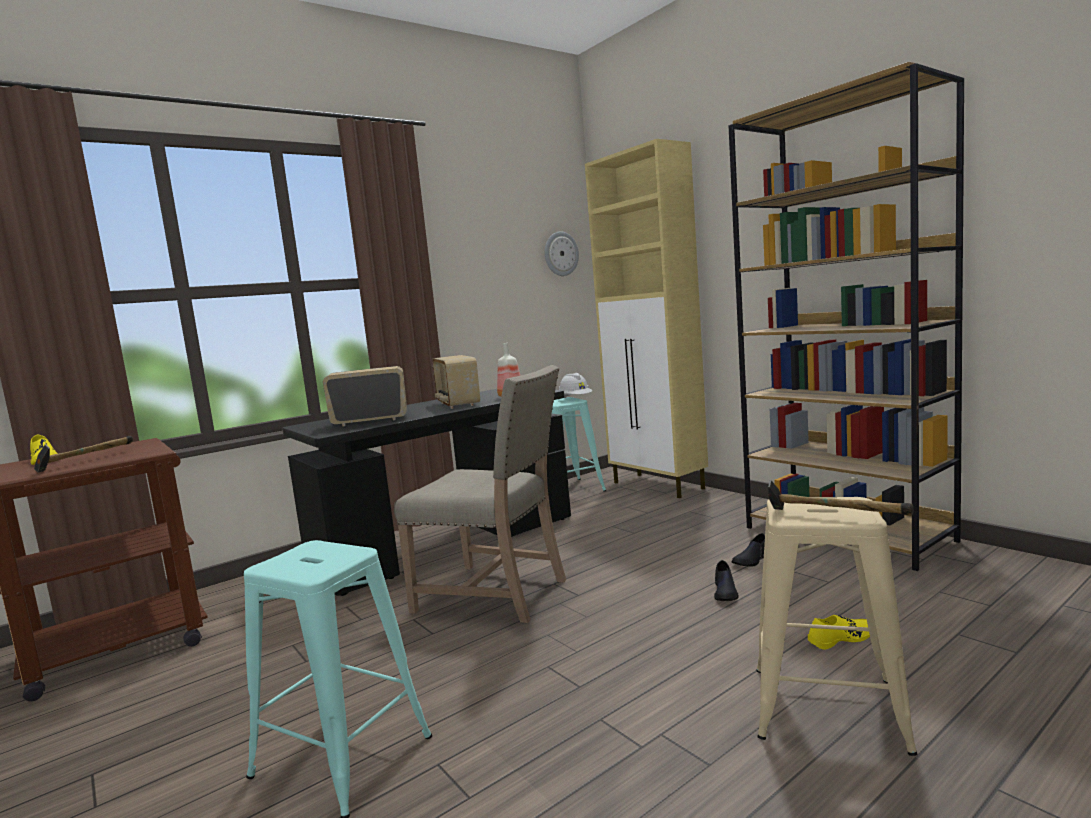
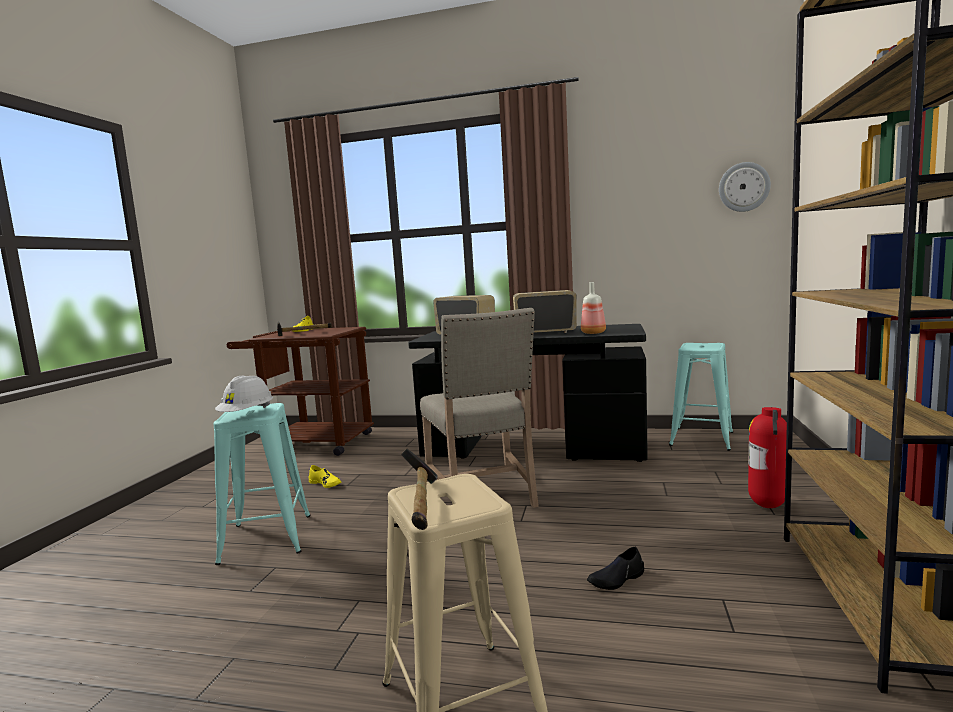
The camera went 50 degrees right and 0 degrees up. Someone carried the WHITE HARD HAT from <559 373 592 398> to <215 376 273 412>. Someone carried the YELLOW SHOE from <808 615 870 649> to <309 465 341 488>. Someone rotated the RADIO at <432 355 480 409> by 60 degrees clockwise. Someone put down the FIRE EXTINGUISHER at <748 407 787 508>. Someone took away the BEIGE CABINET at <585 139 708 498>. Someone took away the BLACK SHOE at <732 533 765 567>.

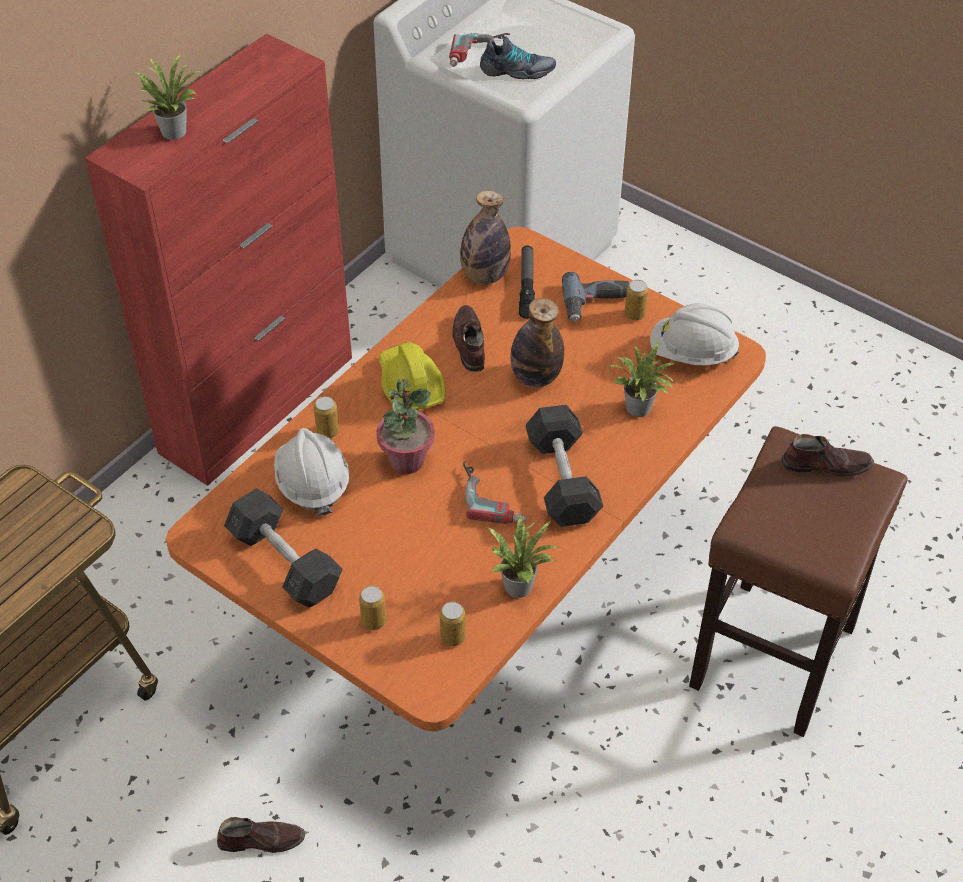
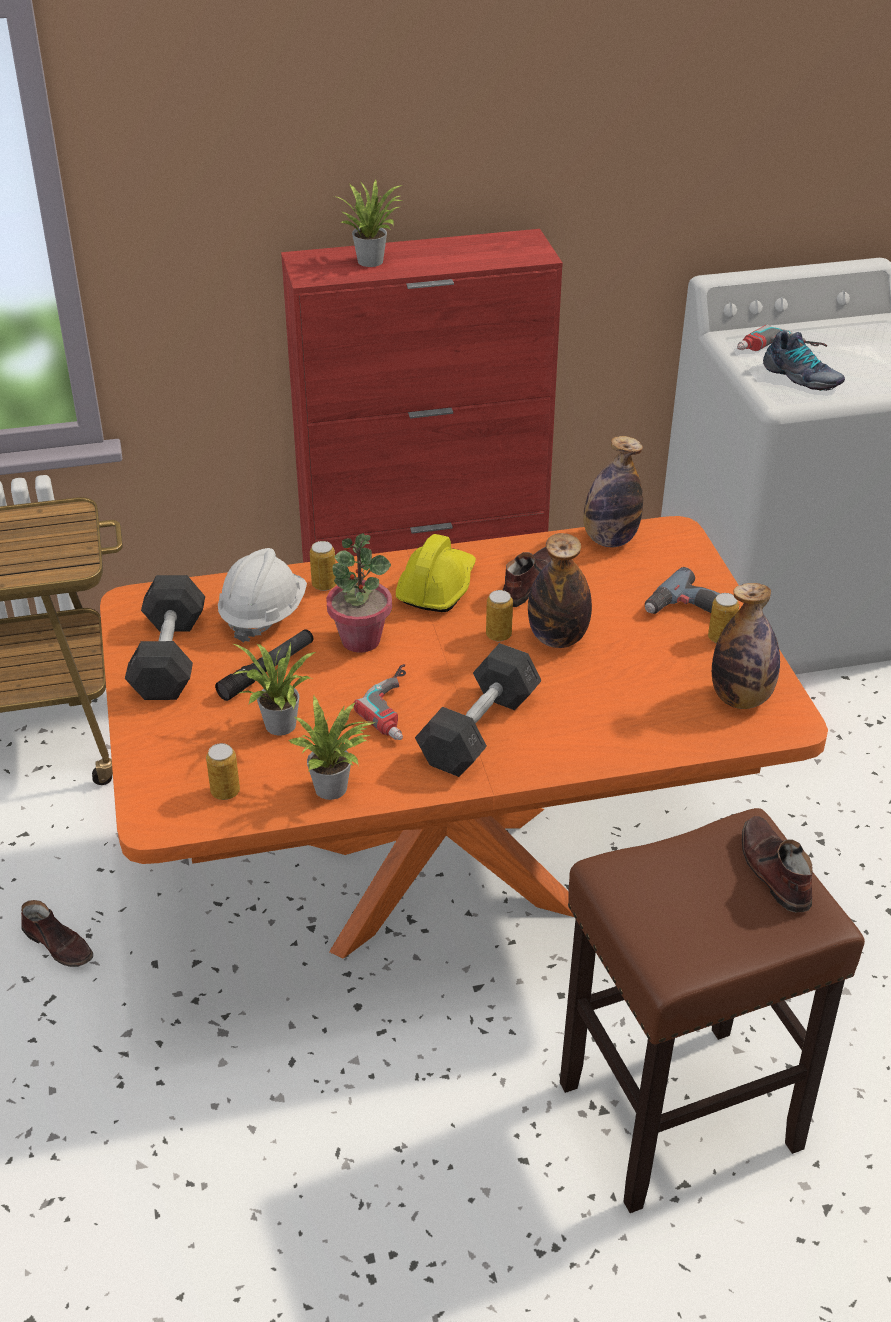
The camera went 40 degrees right and 10 degrees down. Someone carried the FLASHLIGHT from <519 245 535 319> to <215 629 314 701>. Someone carried the POTTED PLANT from <608 341 676 417> to <233 643 315 735>. Someone carried the CAN from <359 586 386 630> to <486 590 513 641>. Someone swapped the WHITE HARD HAT at <650 303 739 365> for the BOTTLE at <712 583 780 709>. Someone rotated the BROWN SHOE at <781 434 874 476> by 150 degrees counterclockwise.

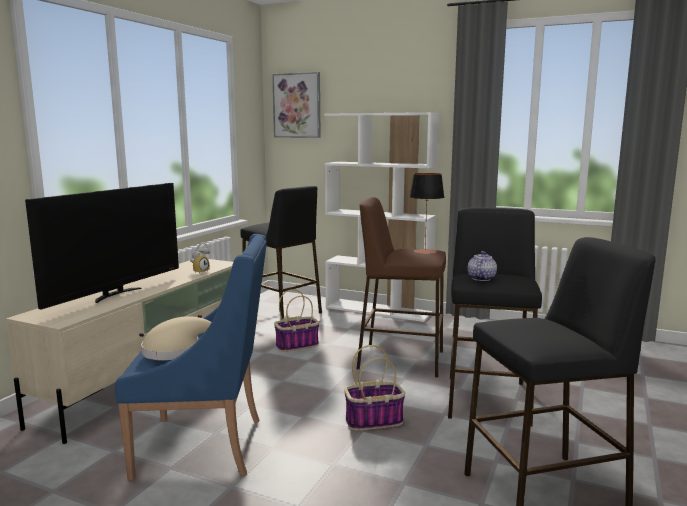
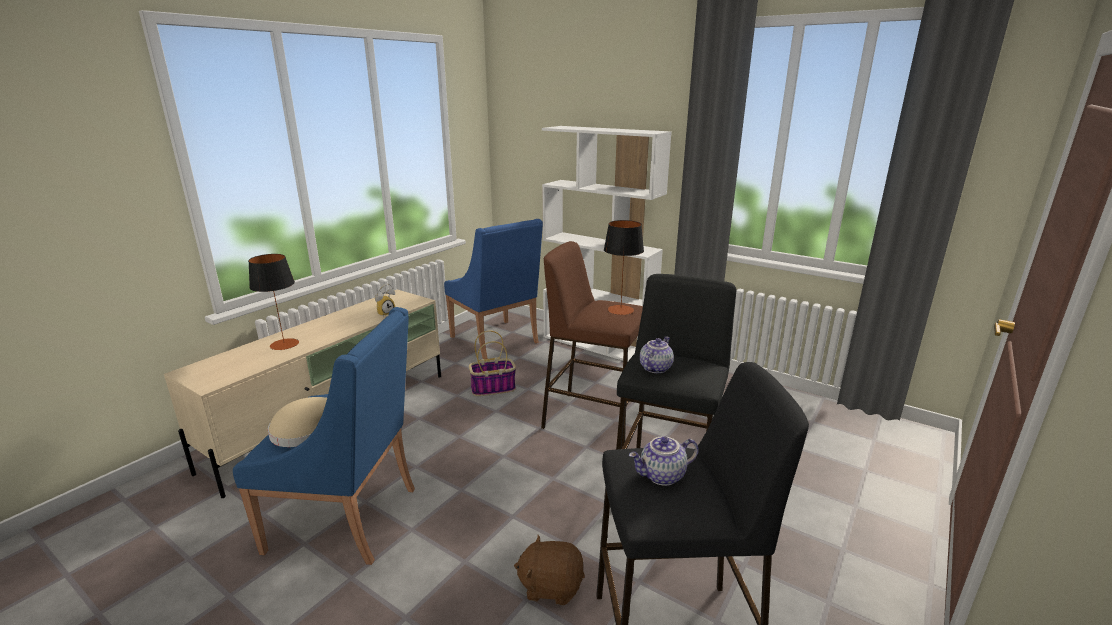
The camera went 10 degrees right and 10 degrees up. Someone swapped the TELEVISION at <25 183 179 309> for the TABLE LAMP at <248 254 299 350>. Someone swapped the BLACK STOOL at <241 186 322 319> for the BLUE ARMCHAIR at <444 219 543 359>. Someone put down the BROWN PLUSH TOY at <514 535 585 606>. Someone put down the TEAPOT at <629 436 698 486>. Someone took away the PICTURE at <272 72 321 138>. Someone took away the BASKET at <344 345 405 431>.

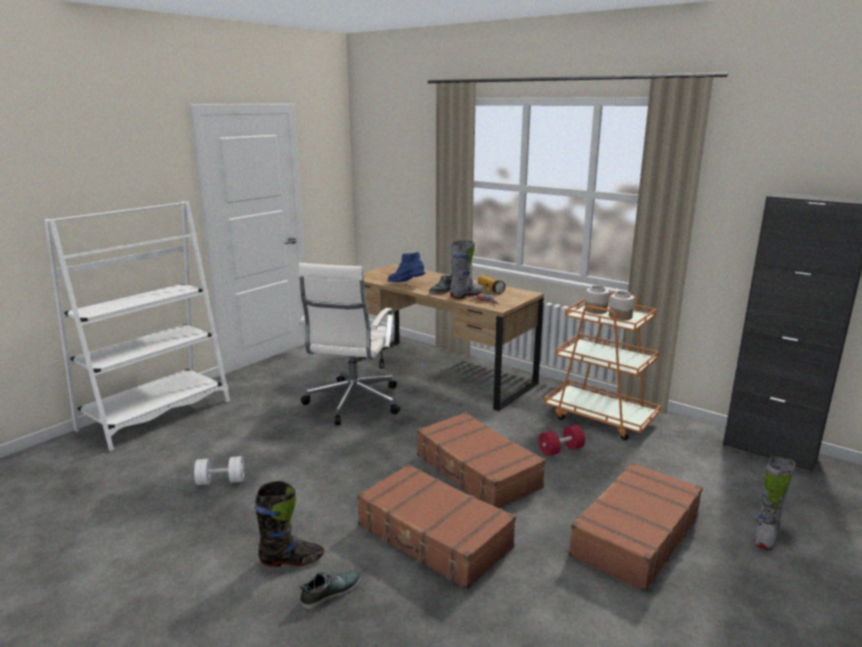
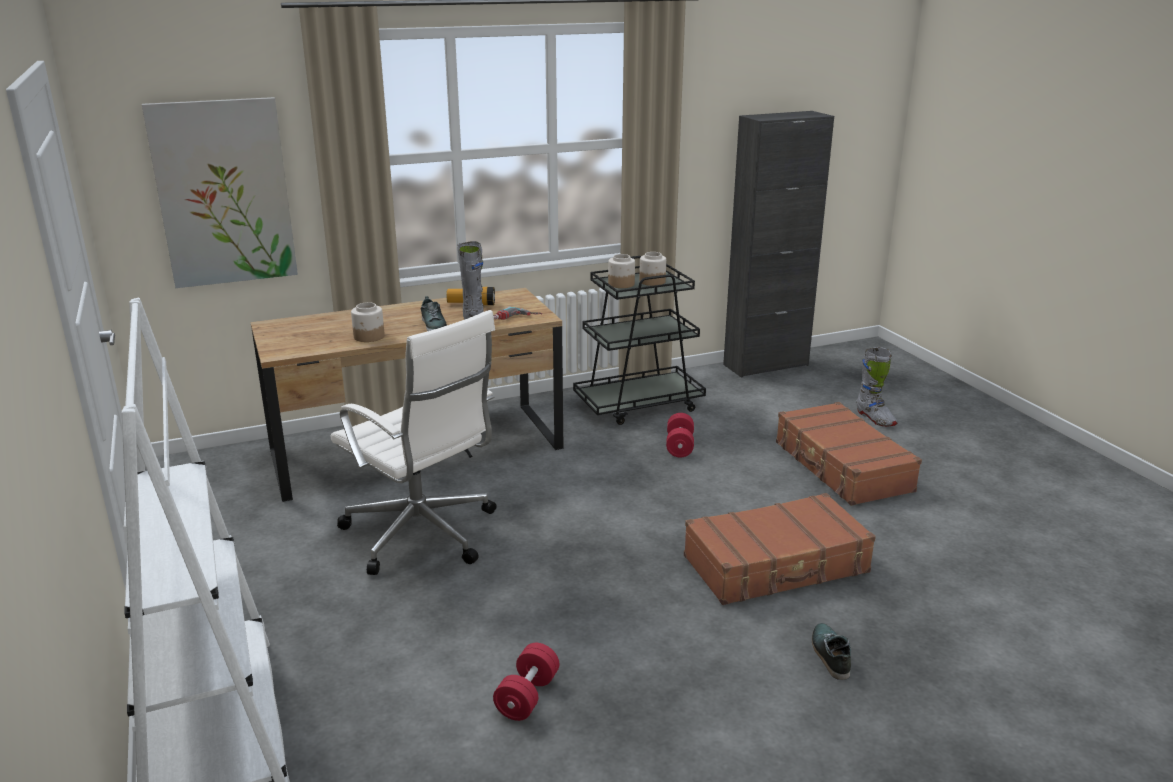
The camera went 60 degrees left and 5 degrees up. Someone put up the PICTURE at <142 97 298 288>. Someone swapped the BLUE BOOT at <387 252 425 282> for the JAR at <351 302 385 342>. Someone repainted the WHITE DUMBBELL at <194 456 245 485>, which became the RED DUMBBELL at <493 643 559 721>. Someone repainted the ORANGE CART at <544 292 661 440>, which became the BLACK CART at <573 256 706 425>. Someone took away the BLACK BOOT at <255 481 324 567>. Someone took away the BROWN SUITCASE at <417 412 546 509>.

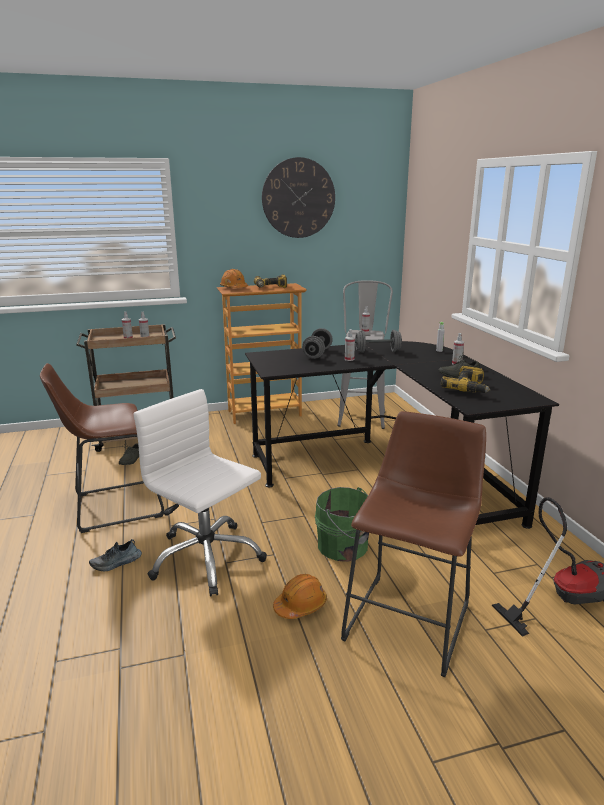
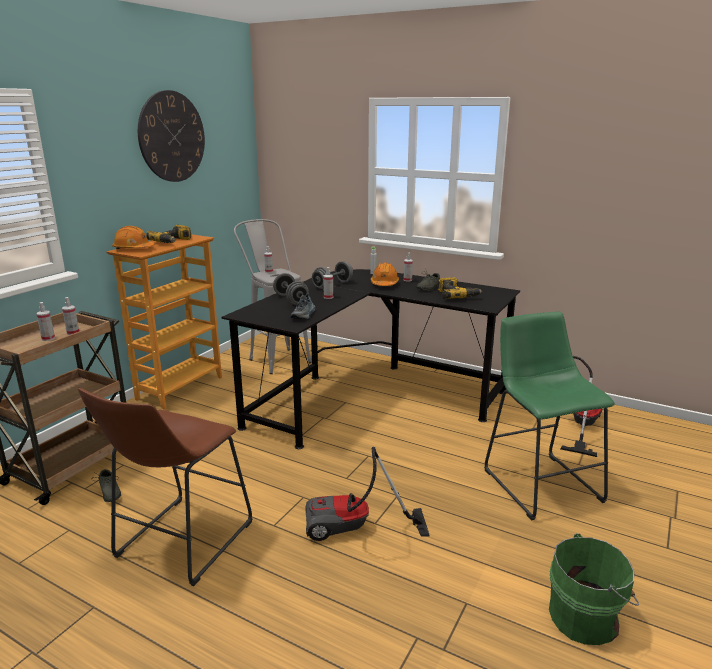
The camera went 45 degrees left and 0 degrees up. Someone carried the SHOE from <89 539 142 571> to <290 293 316 319>. Someone swapped the WHITE OFFICE CHAIR at <133 389 267 596> for the VACUUM CLEANER at <305 447 430 541>. Someone carried the ORANGE HARD HAT from <273 574 327 619> to <371 262 399 286>. Someone repainted the BROWN STOOL at <341 411 486 677>, which became the GREEN STOOL at <484 312 615 521>. Someone carried the GREEN BUCKET from <315 487 369 562> to <549 533 639 645>.

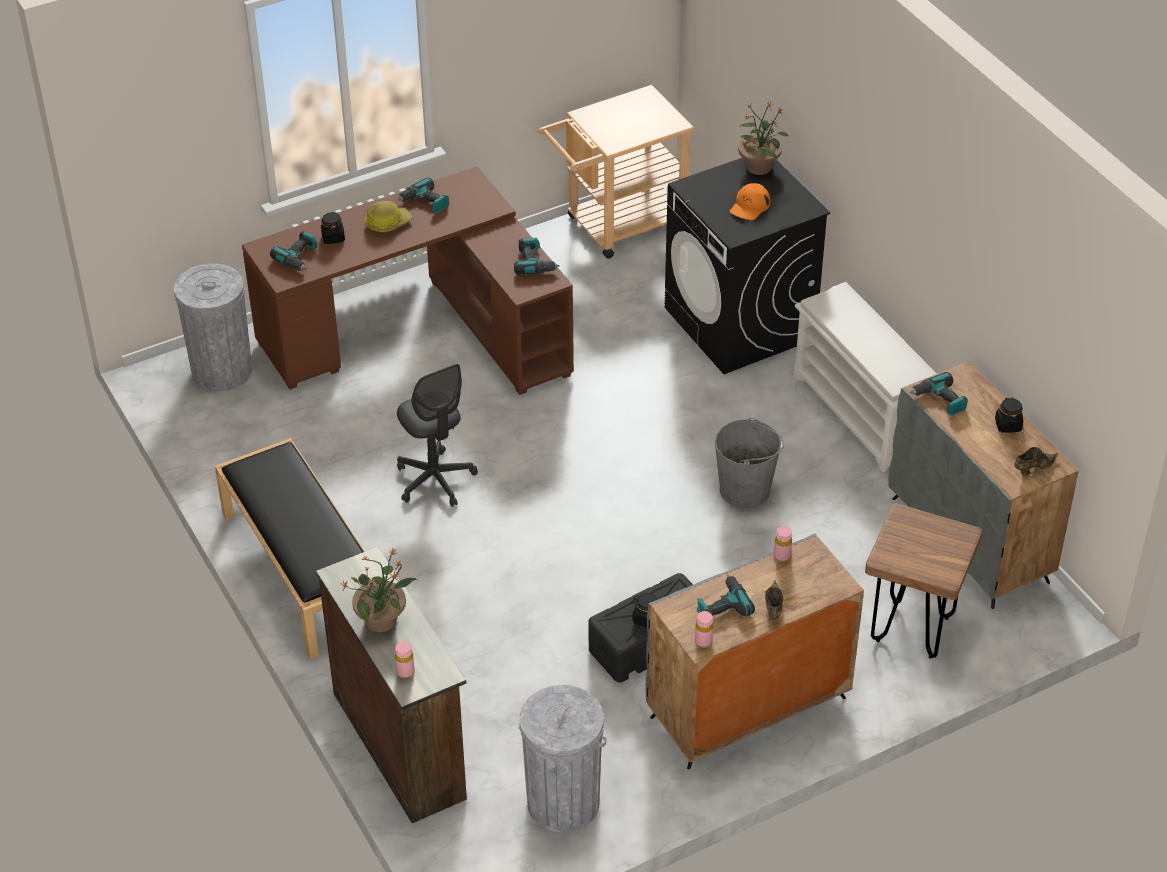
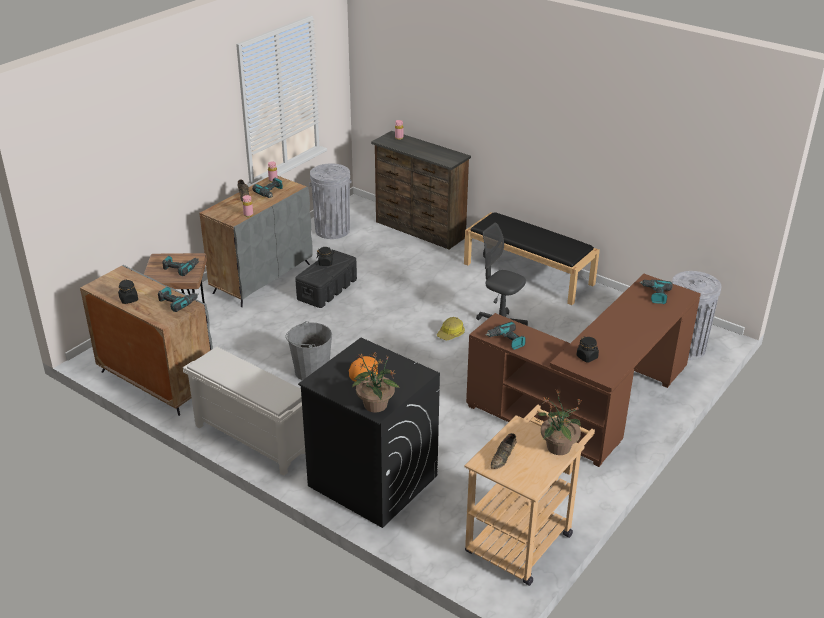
The camera went 155 degrees right and 10 degrees down. Someone carried the POWER DRILL from <397 177 449 214> to <162 256 199 276>. Someone carried the HARD HAT from <365 201 412 232> to <437 317 465 340>. Someone carried the BROWN SHOE from <1014 447 1058 475> to <491 433 516 469>. Someone carried the POTTED PLANT from <340 548 417 632> to <537 390 582 455>. Someone carried the BLACK JAR from <321 212 345 244> to <577 336 599 363>.

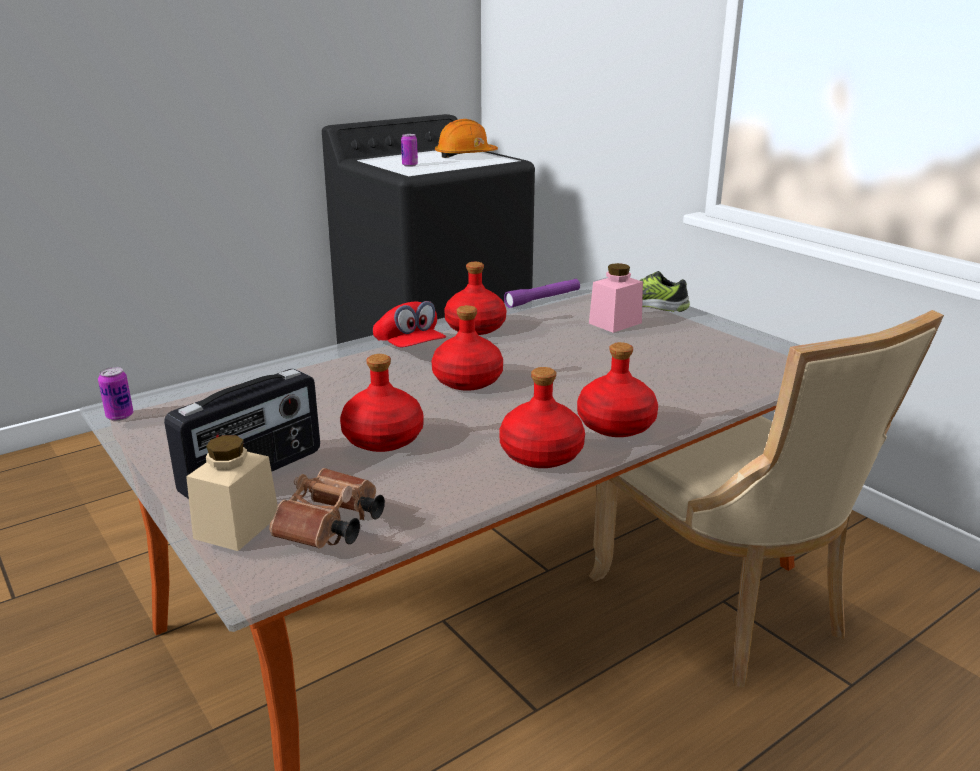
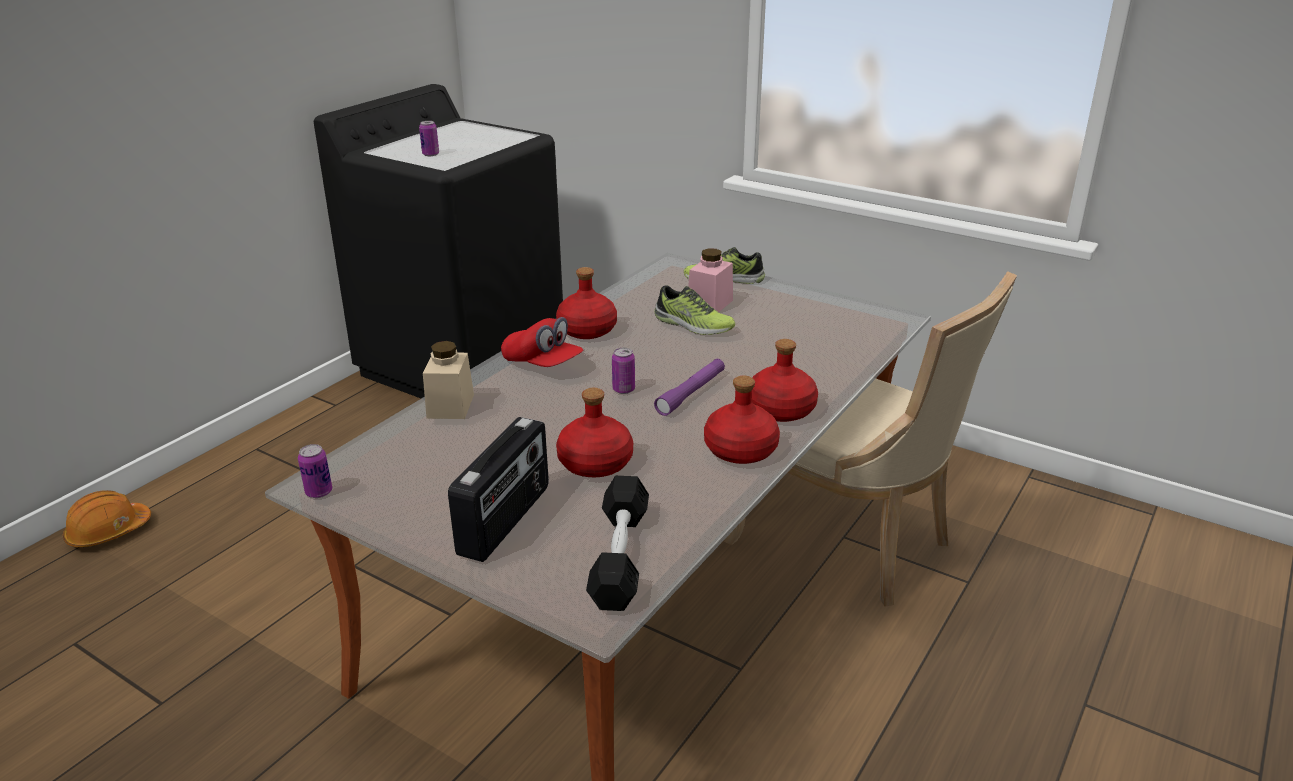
The camera went 20 degrees left and 5 degrees up. Someone carried the ORANGE HARD HAT from <435 119 498 158> to <63 490 151 548>. Someone carried the BEIGE JAR from <186 435 278 551> to <423 341 474 419>. Someone swapped the BROWN BINOCULARS at <269 468 385 548> for the BLACK DUMBBELL at <586 476 649 611>. Someone swapped the RED BOTTLE at <431 305 503 391> for the CAN at <612 348 635 394>. Someone put down the SHOE at <654 286 735 335>. Someone carried the PURPLE FLASHLIGHT from <504 279 580 308> to <654 359 725 416>.

